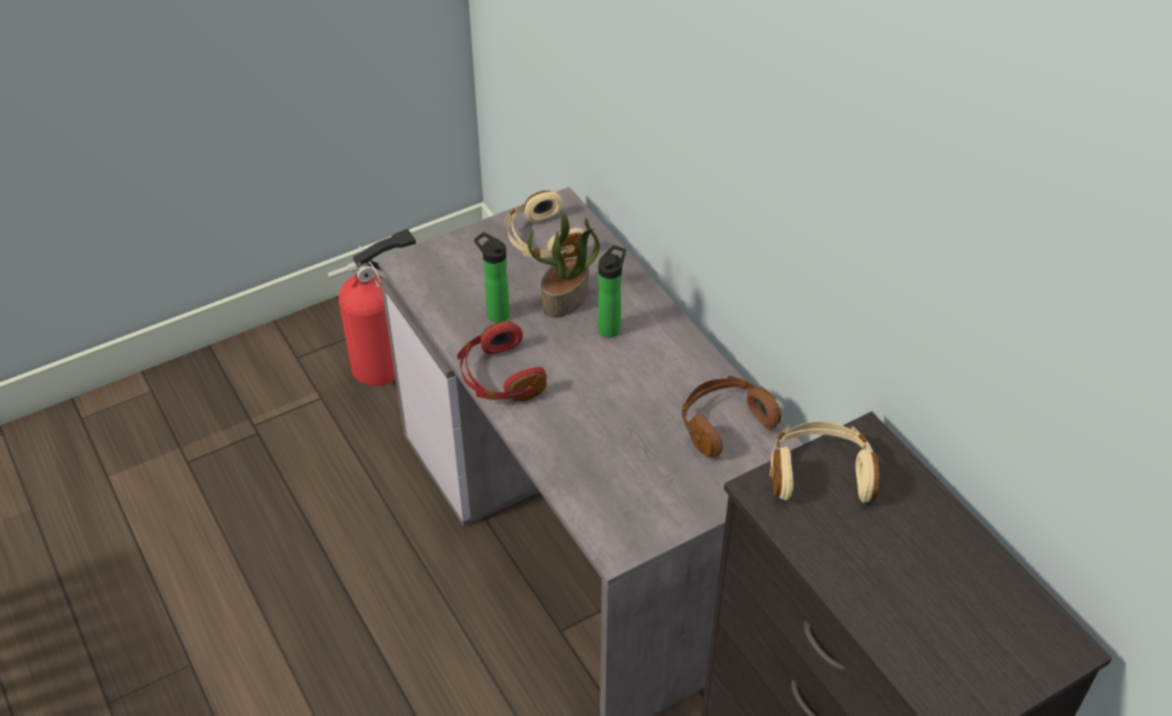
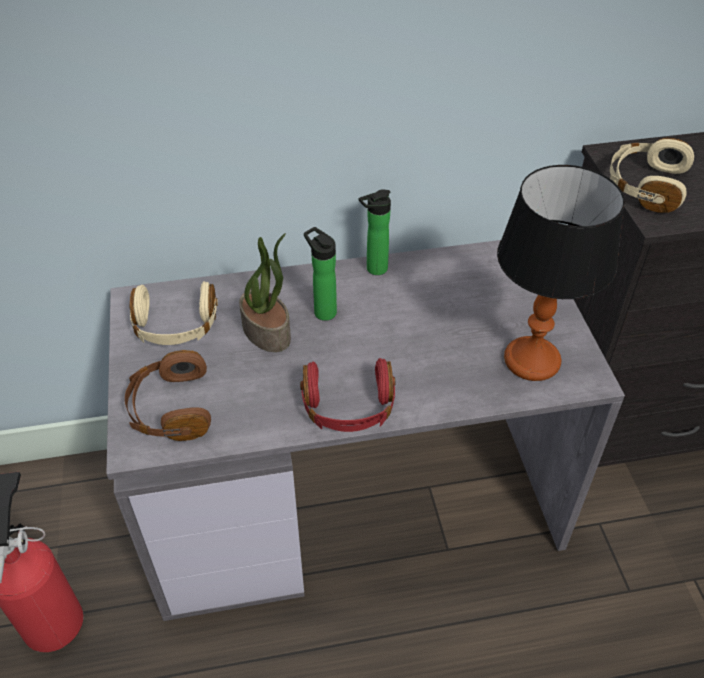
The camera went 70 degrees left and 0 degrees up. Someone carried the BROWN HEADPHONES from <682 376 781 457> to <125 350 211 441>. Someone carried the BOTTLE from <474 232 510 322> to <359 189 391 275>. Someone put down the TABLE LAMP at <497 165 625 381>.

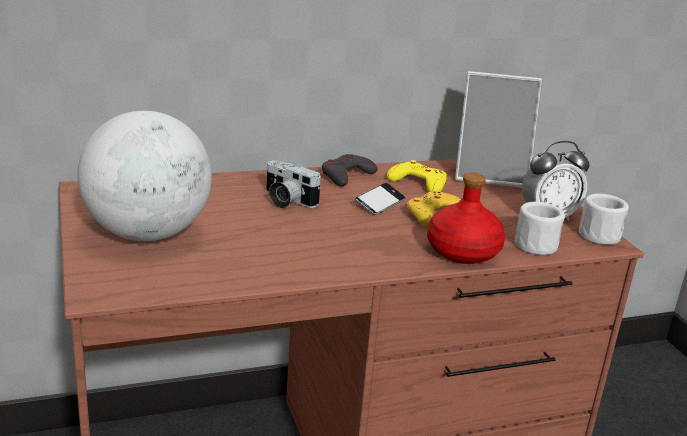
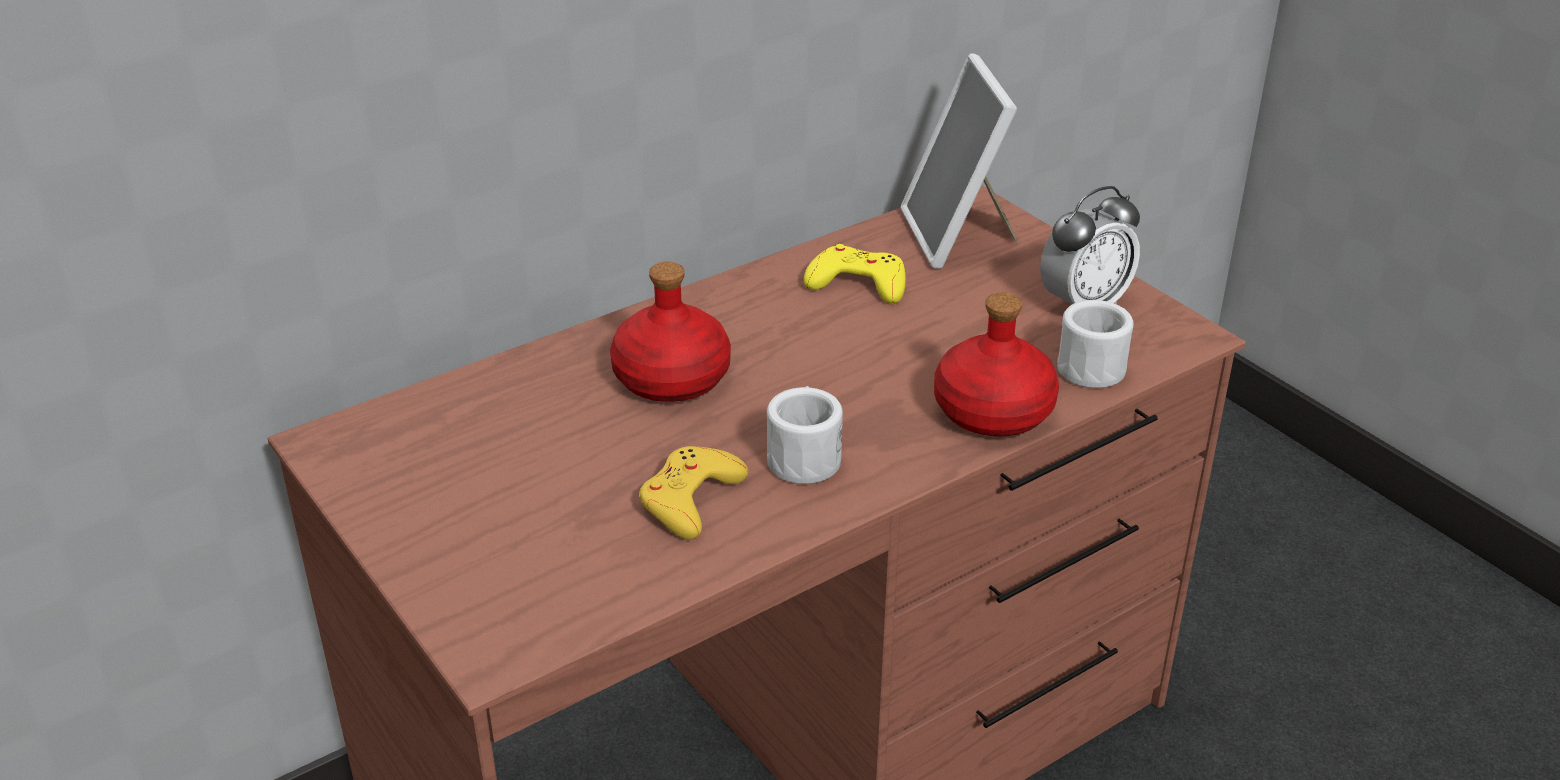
The camera went 15 degrees left and 10 degrees up. Someone swapped the PHOTO CAMERA at <266 160 321 209> for the RED BOTTLE at <610 262 731 402>. Someone carried the YELLOW GAME CONTROLLER from <407 191 461 228> to <639 446 748 540>. Someone carried the WHITE MUG from <579 194 629 245> to <767 386 843 484>. Someone rotated the PICTURE FRAME at <455 71 542 187> by 90 degrees clockwise. Someone took away the GLOBE at <78 111 212 241>. Someone took away the GREY GAME CONTROLLER at <322 154 377 187>. Someone took away the PHONE at <355 183 405 215>.

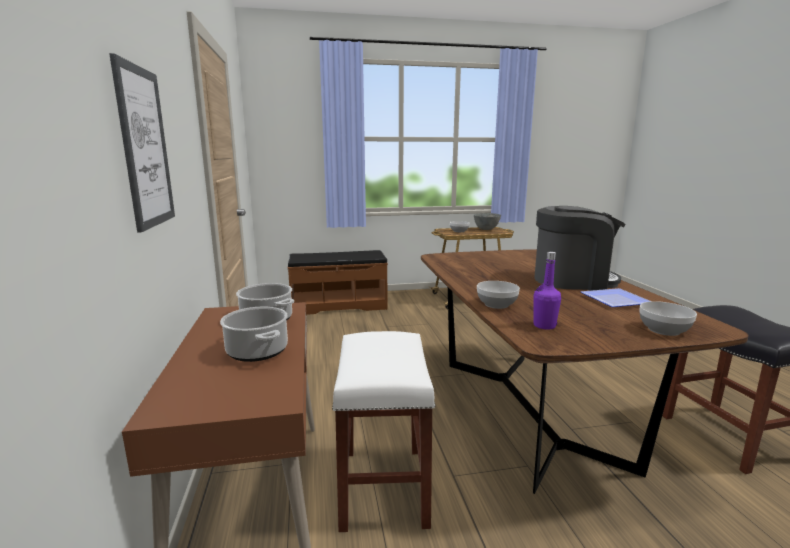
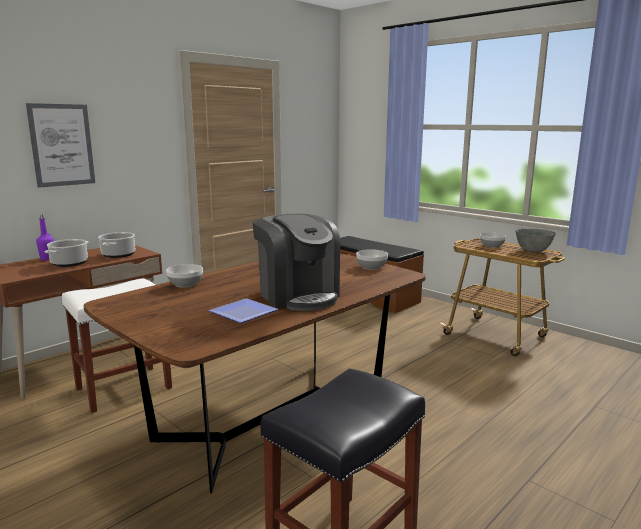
The camera went 55 degrees right and 0 degrees up. Someone carried the PURPLE BOTTLE from <533 252 561 330> to <36 214 54 261>. Someone carried the BOWL from <639 301 697 336> to <356 250 388 270>.

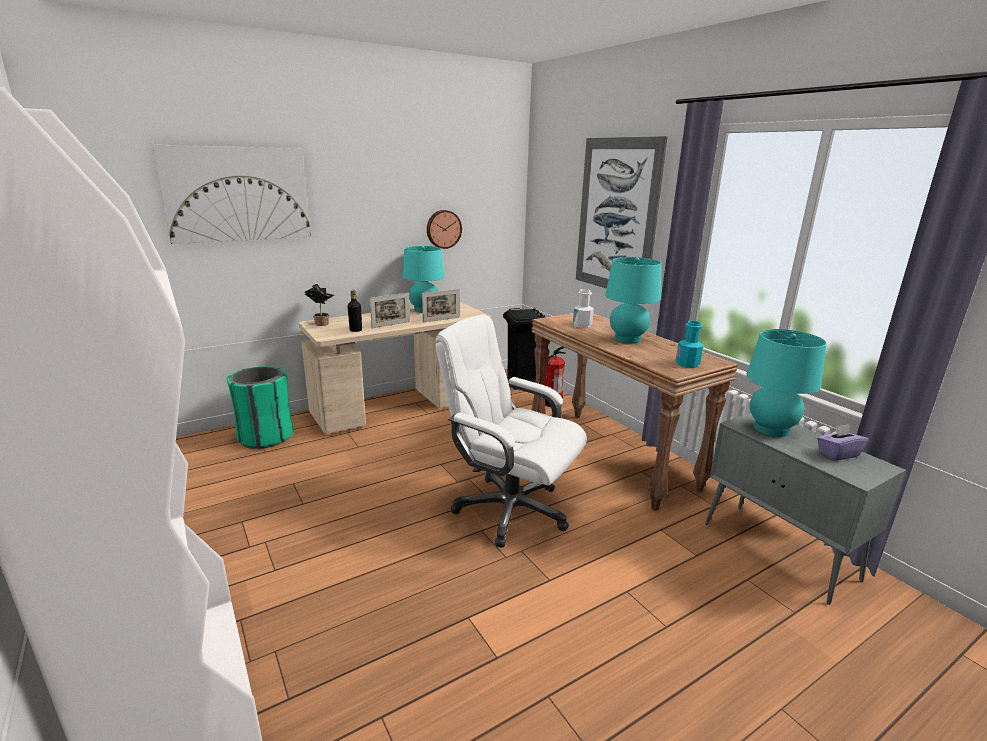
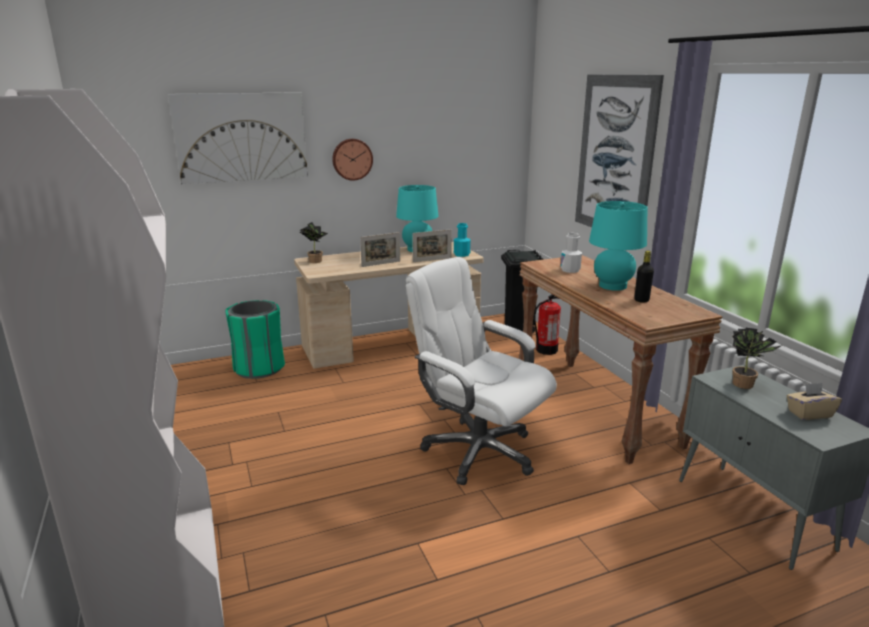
The camera went 10 degrees right and 0 degrees up. Someone carried the WALL CLOCK from <427 210 462 249> to <332 139 373 181>. Someone carried the TURQUOISE BOTTLE from <676 321 704 368> to <454 223 471 257>. Someone carried the BLACK BOTTLE from <347 290 362 332> to <634 251 654 303>. Someone swapped the TURQUOISE TABLE LAMP at <746 329 827 437> for the POTTED PLANT at <732 328 781 389>. Someone repainted the PURPLE TISSUE BOX at <817 424 868 461>, which became the BEIGE TISSUE BOX at <787 383 842 420>.

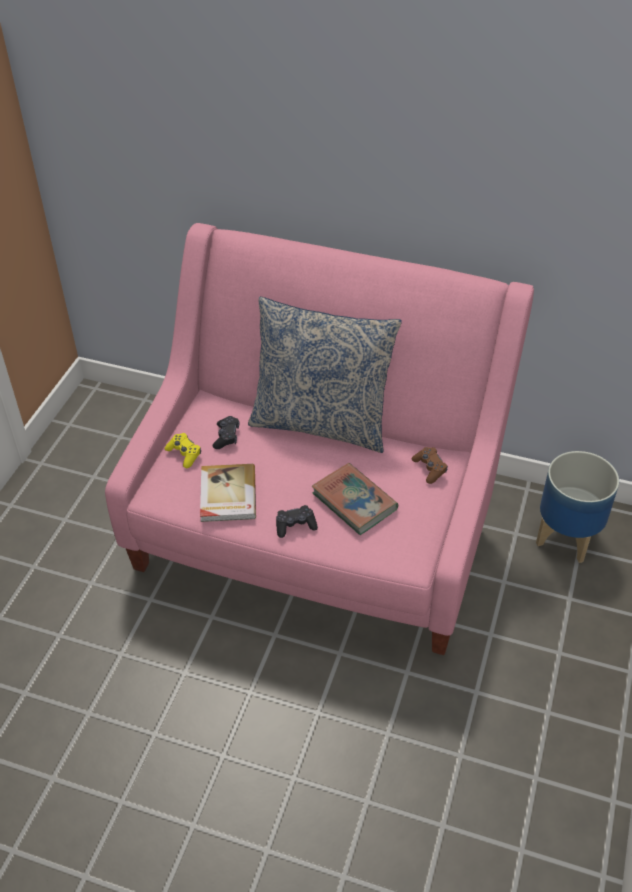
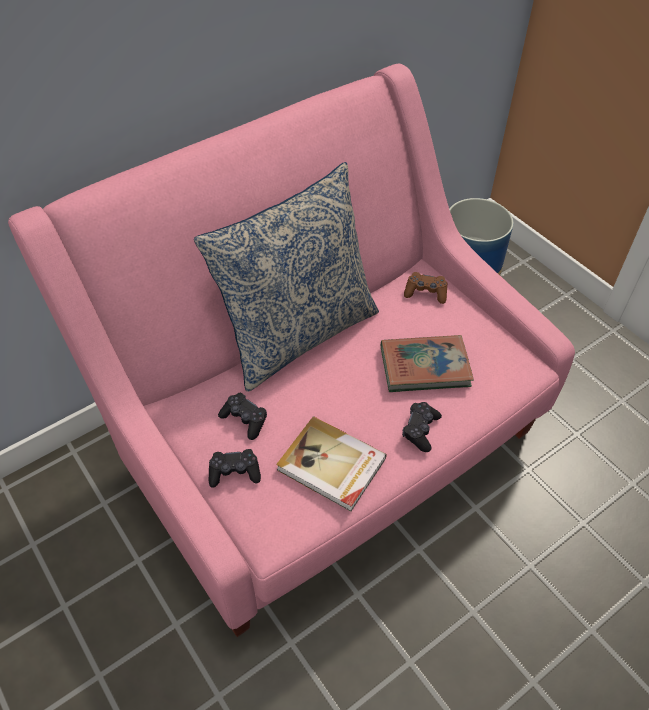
The camera went 55 degrees left and 5 degrees up. Someone repainted the YELLOW GAME CONTROLLER at <165 433 201 468>, which became the BLACK GAME CONTROLLER at <208 449 261 487>.

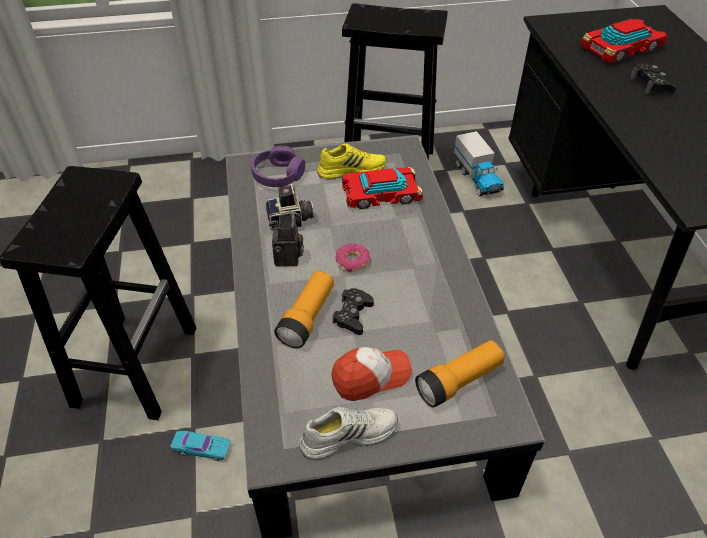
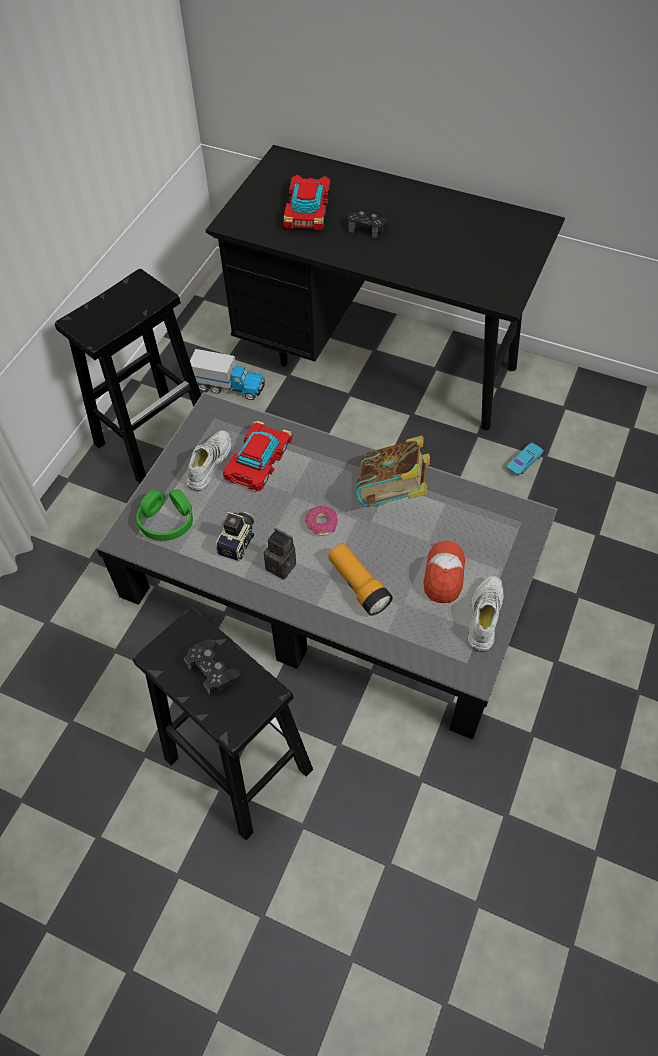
The camera went 55 degrees left and 10 degrees up. Someone repainted the PURPLE HEADPHONES at <251 146 305 187>, which became the GREEN HEADPHONES at <136 489 193 541>. Someone carried the BLACK GAME CONTROLLER from <332 288 374 335> to <184 639 240 695>. Someone repainted the YELLOW SHOE at <317 144 386 180>, which became the WHITE SHOE at <186 430 231 491>. Someone put down the BOOK at <355 435 430 507>. Someone carried the TURQUOISE TOY CAR from <170 431 230 461> to <506 443 544 475>. Someone took away the FLASHLIGHT at <415 340 504 408>.

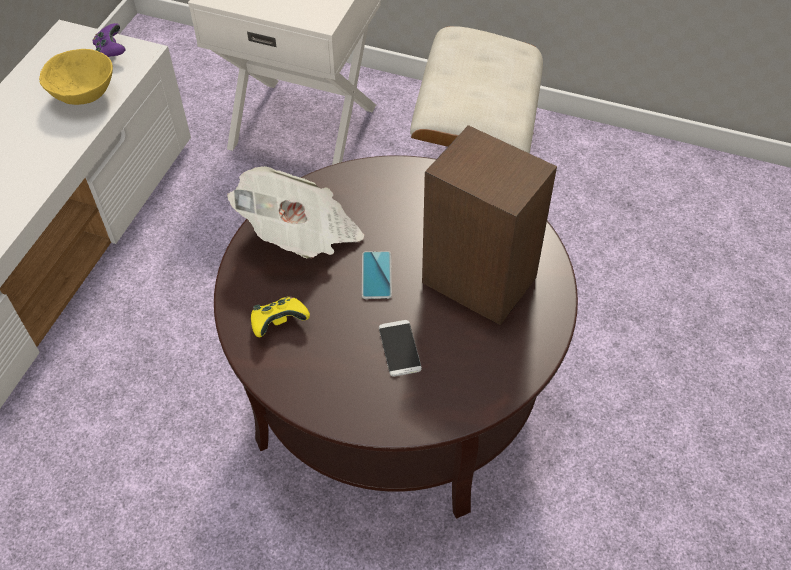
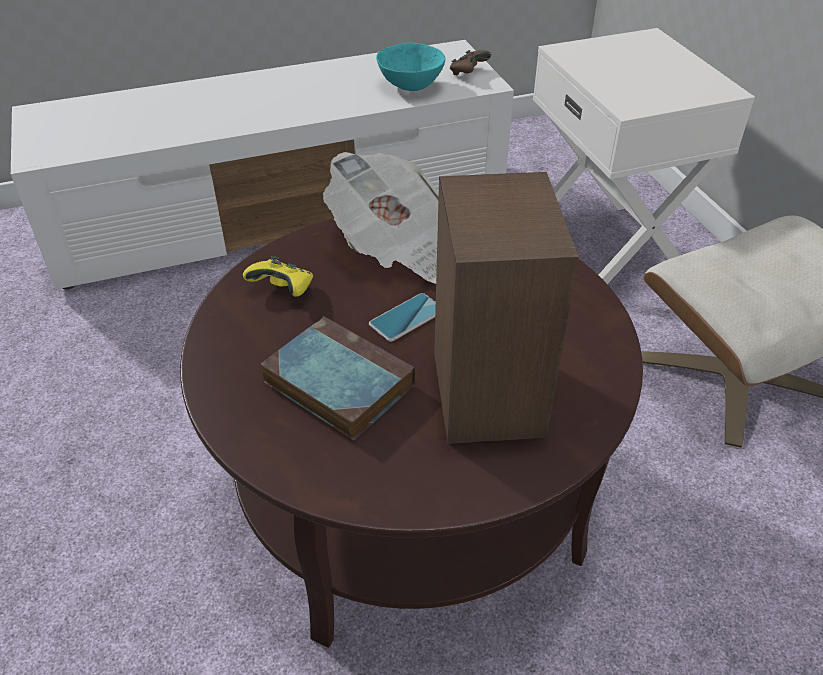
The camera went 50 degrees right and 10 degrees down. Someone swapped the PHONE at <379 320 422 377> for the BOOK at <261 316 415 440>. Someone repainted the YELLOW BOWL at <39 49 113 105>, which became the TURQUOISE BOWL at <376 43 445 91>. Someone repainted the PURPLE GAME CONTROLLER at <93 23 125 57>, which became the BROWN GAME CONTROLLER at <450 50 491 76>.

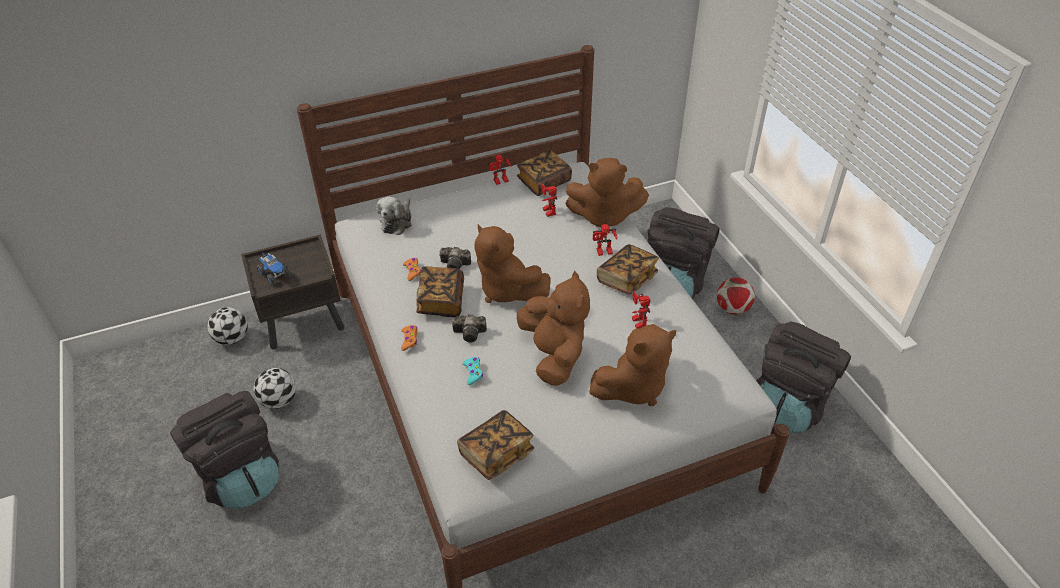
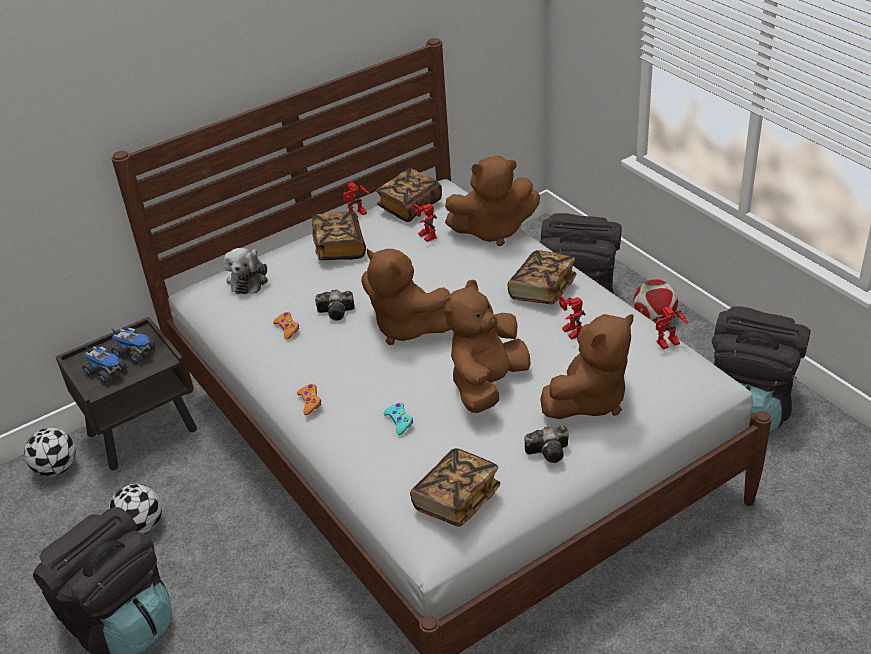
The camera went 10 degrees left and 5 degrees down. Someone put down the TOY TRUCK at <111 326 156 364>. Someone carried the BOOK from <416 266 464 317> to <312 212 366 260>. Someone rotated the BROWN PLUSH TOY at <517 271 590 386> by 120 degrees counterclockwise. Someone carried the PHOTO CAMERA from <452 314 487 343> to <525 426 569 463>. Someone carried the TOY ROBOT from <593 224 617 256> to <653 306 688 349>.

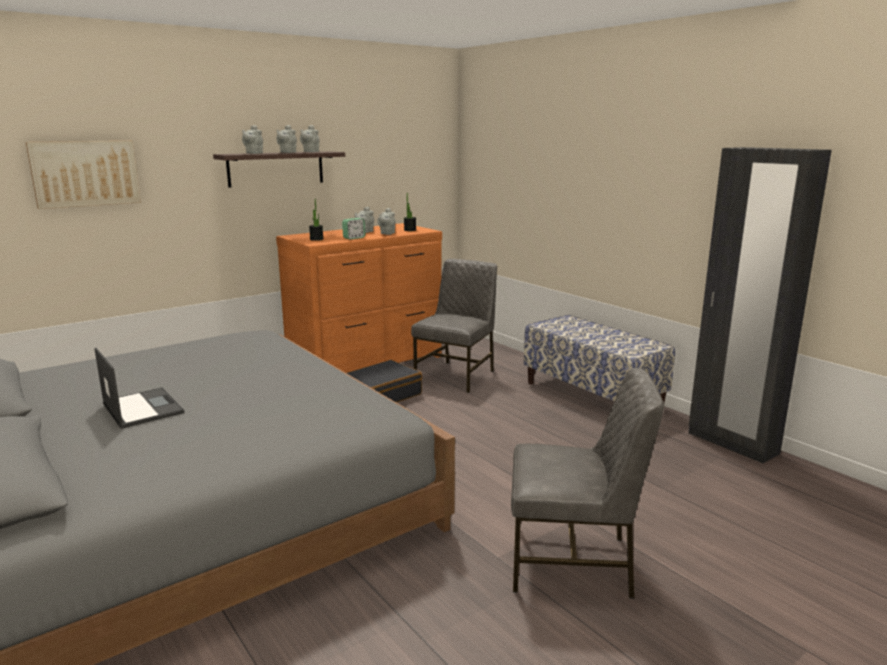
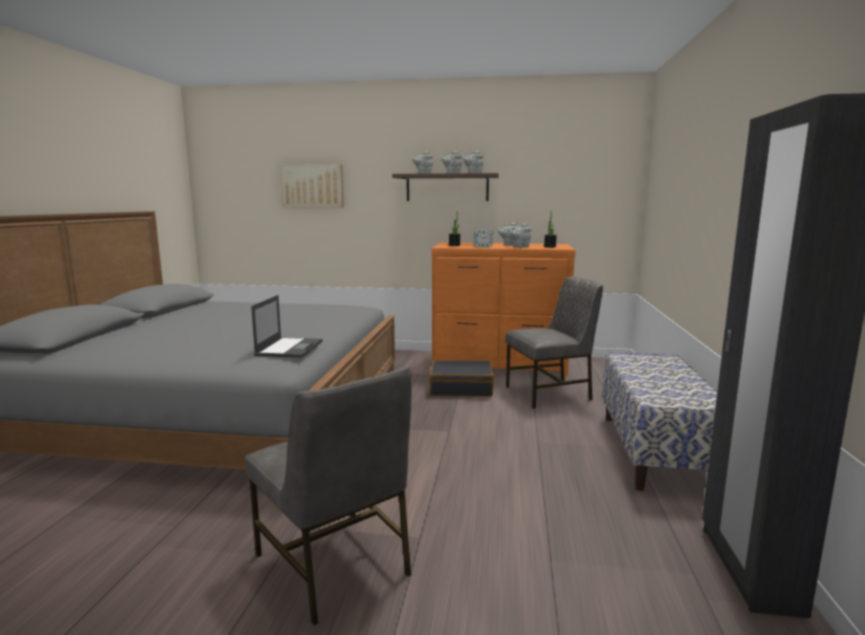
The camera went 45 degrees right and 5 degrees down. Someone carried the LAPTOP from <94 347 185 429> to <251 295 323 358>.

